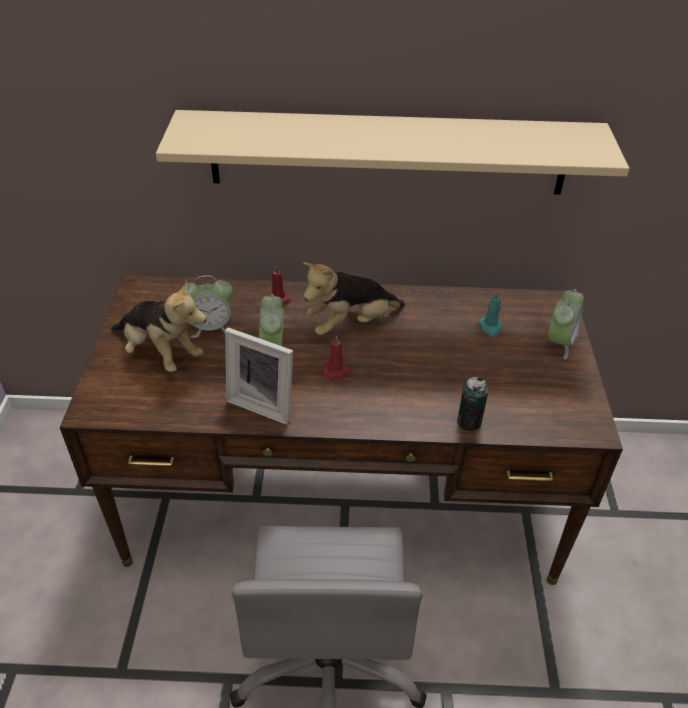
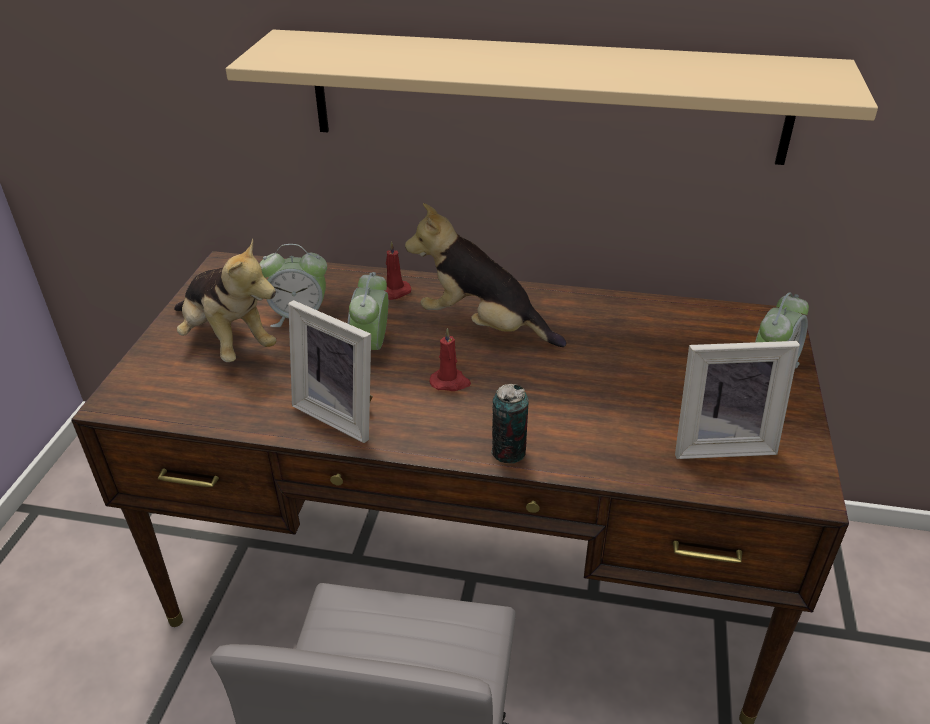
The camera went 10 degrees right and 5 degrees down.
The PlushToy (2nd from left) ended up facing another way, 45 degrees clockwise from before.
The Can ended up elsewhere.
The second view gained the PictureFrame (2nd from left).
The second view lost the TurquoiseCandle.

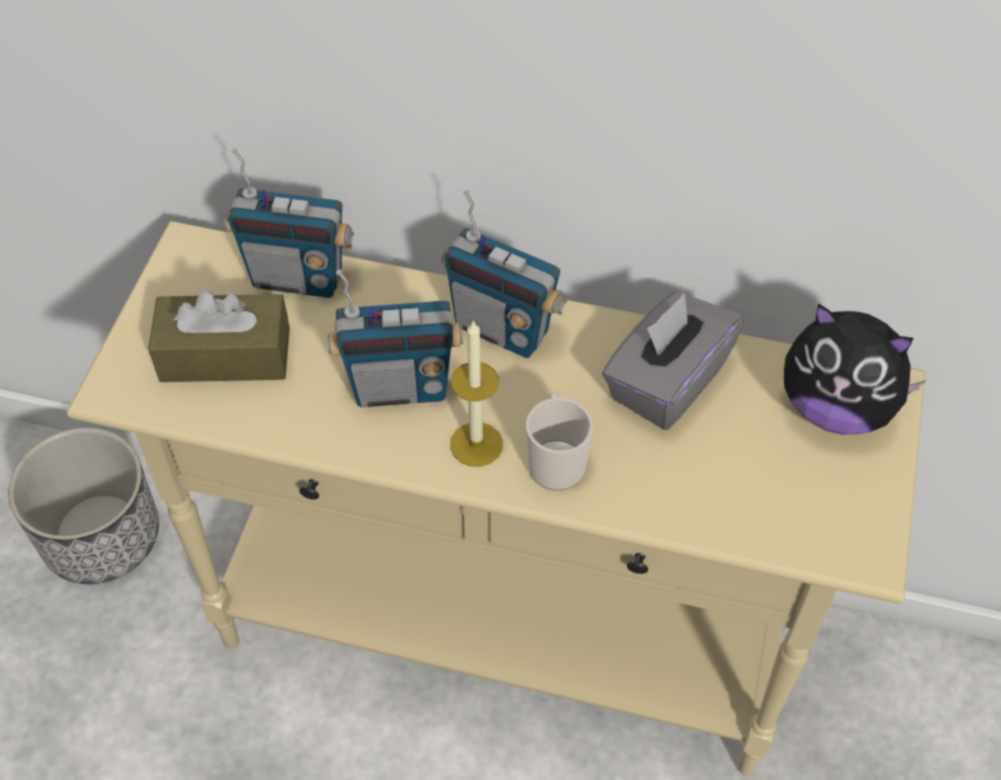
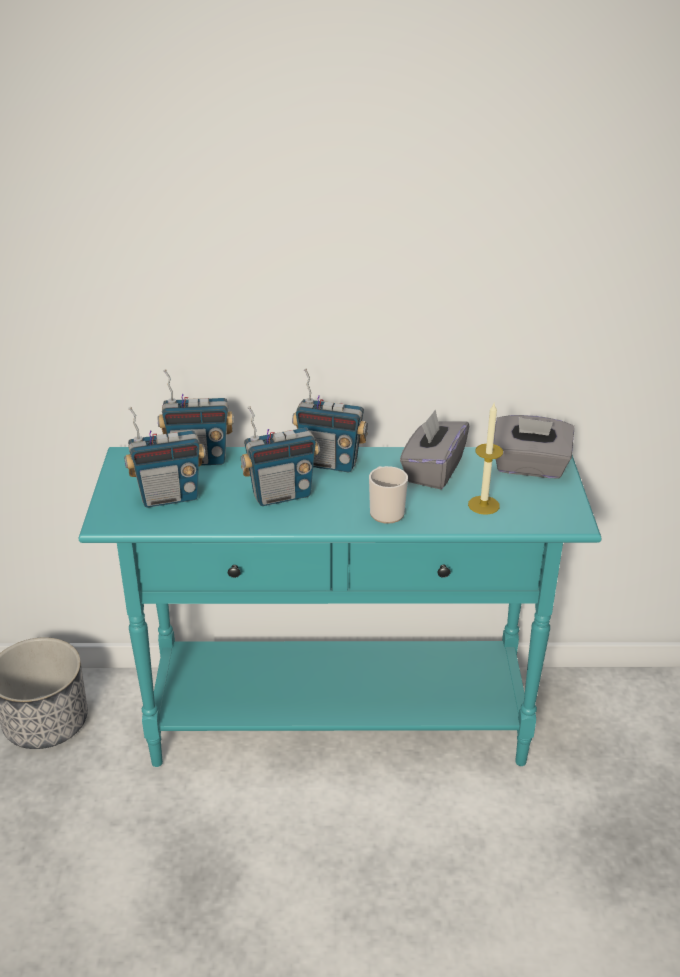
The camera went 15 degrees left and 20 degrees down.
What was the BeigeConsoleTable turned into the TurquoiseConsoleTable.
Where the BrownTissueBox stood, the Radio (1st from left) came to stand.
The Candle ended up elsewhere.
Where the PlushToy stood, the GreyTissueBox (2nd from left) came to stand.

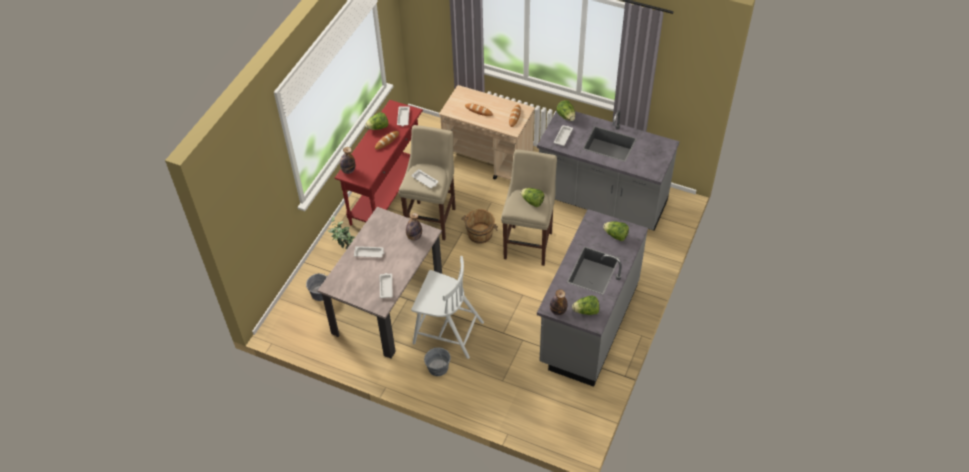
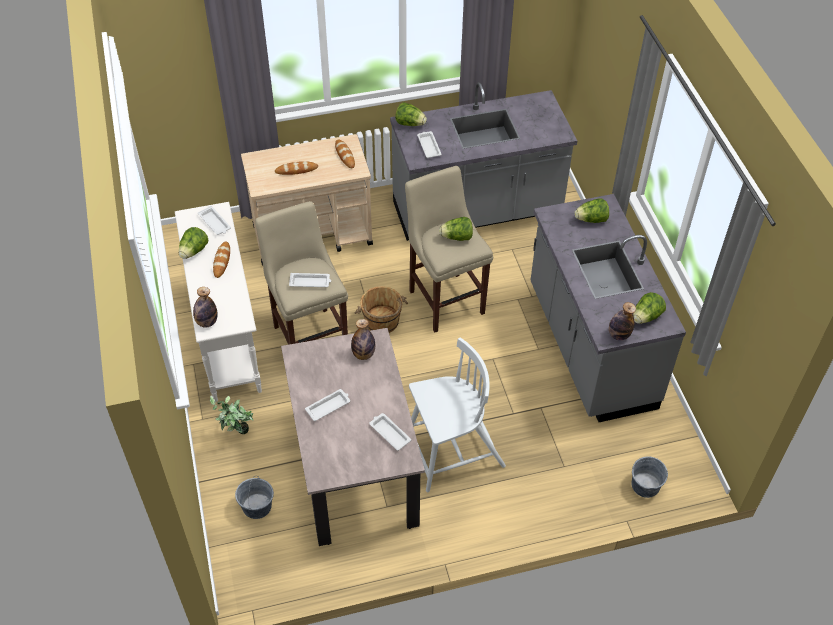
The camera went 40 degrees left and 0 degrees up.
What was the RedConsoleTable turned into the WhiteConsoleTable.
The GreyBucket (2nd from left) ended up elsewhere.

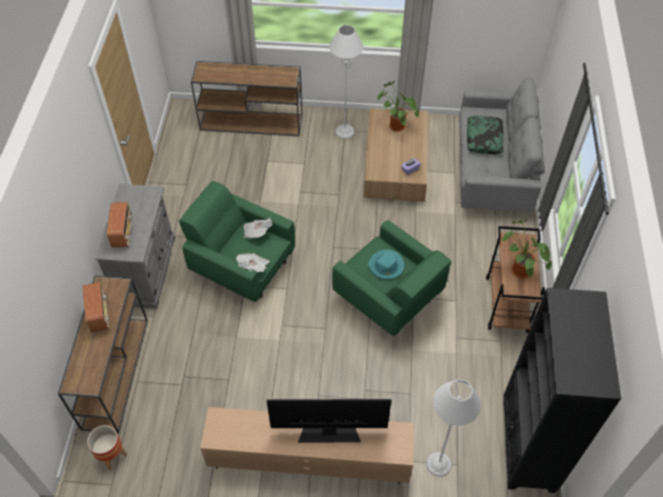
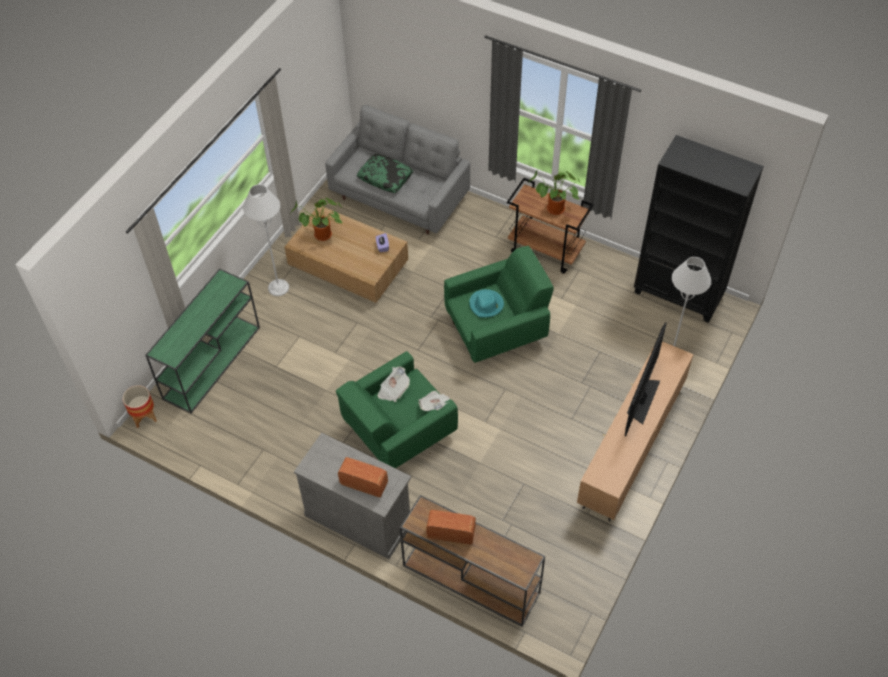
The camera went 65 degrees left and 0 degrees up.
The Planter ended up elsewhere.
What was the BrownConsoleTable (2nd from left) turned into the GreenConsoleTable.

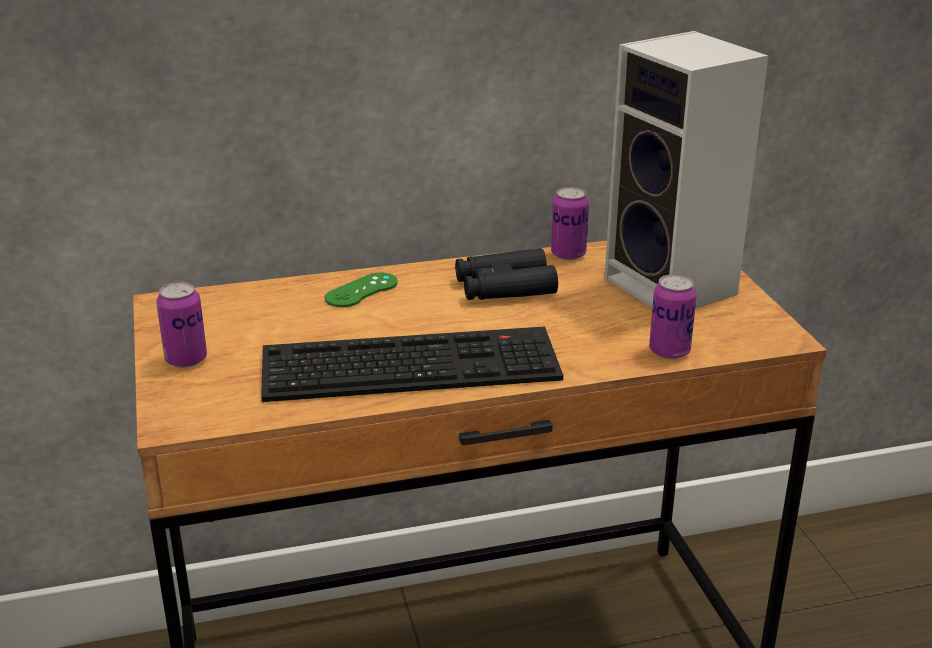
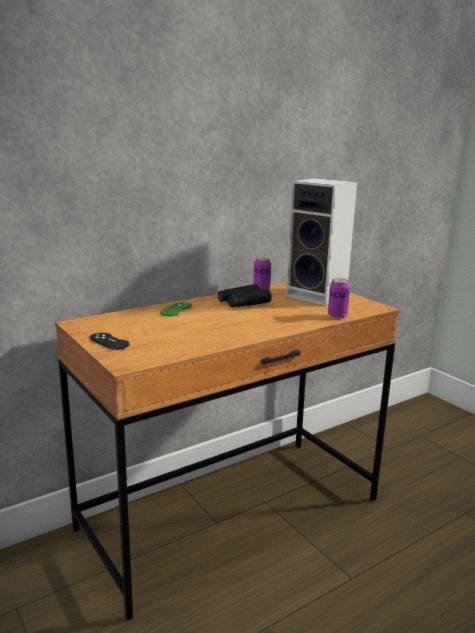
The camera went 20 degrees left and 10 degrees down.
Where the Can (1st from left) stood, the BlackGameController came to stand.
The second view lost the Keyboard.

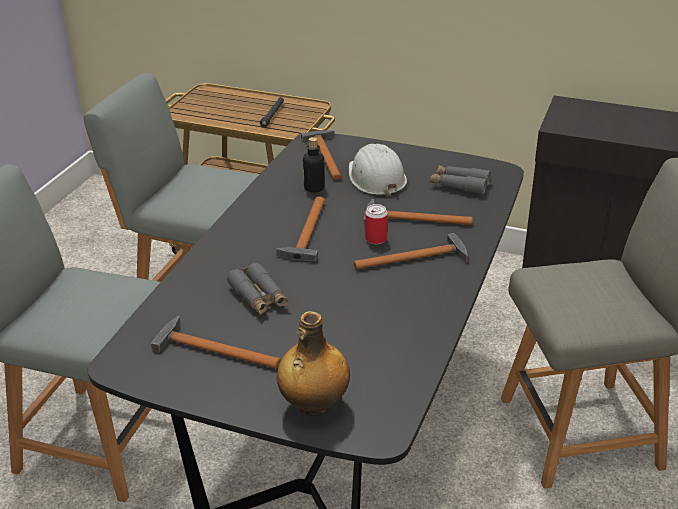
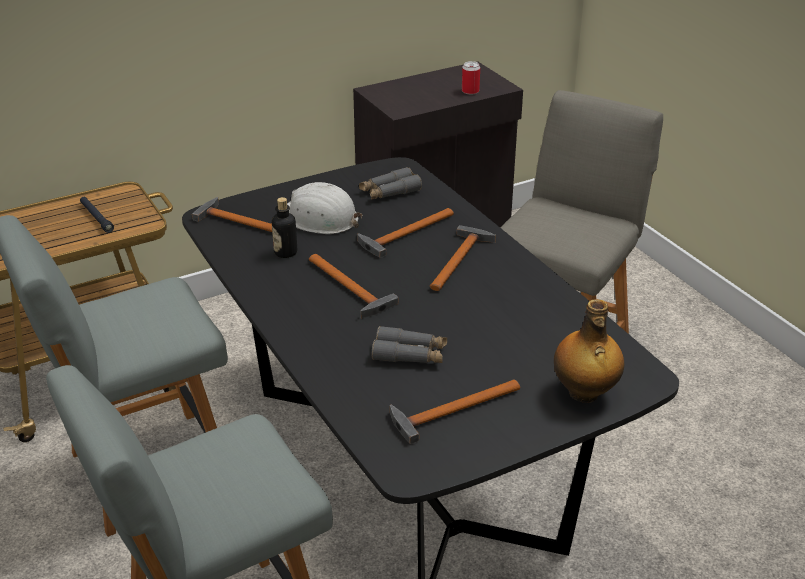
The camera went 50 degrees left and 0 degrees up.
The Can ended up elsewhere.

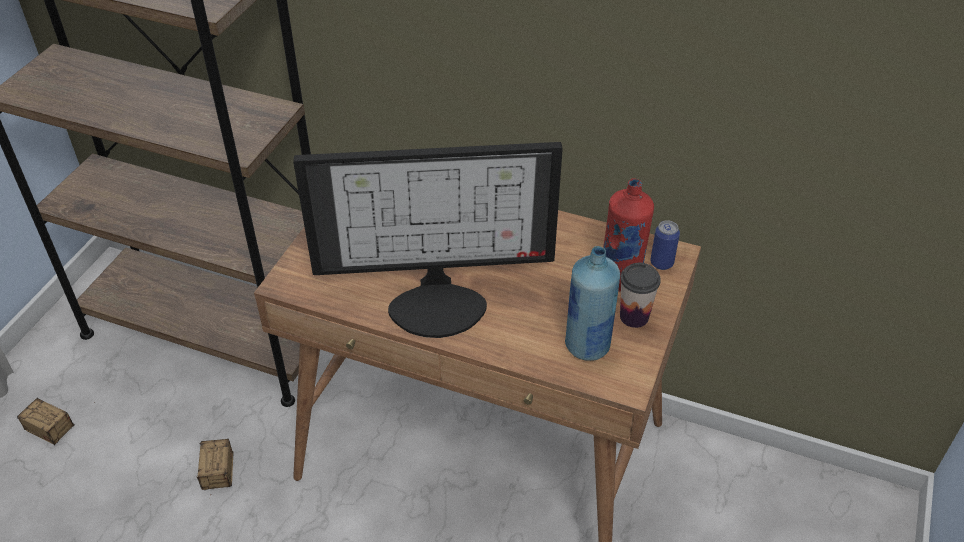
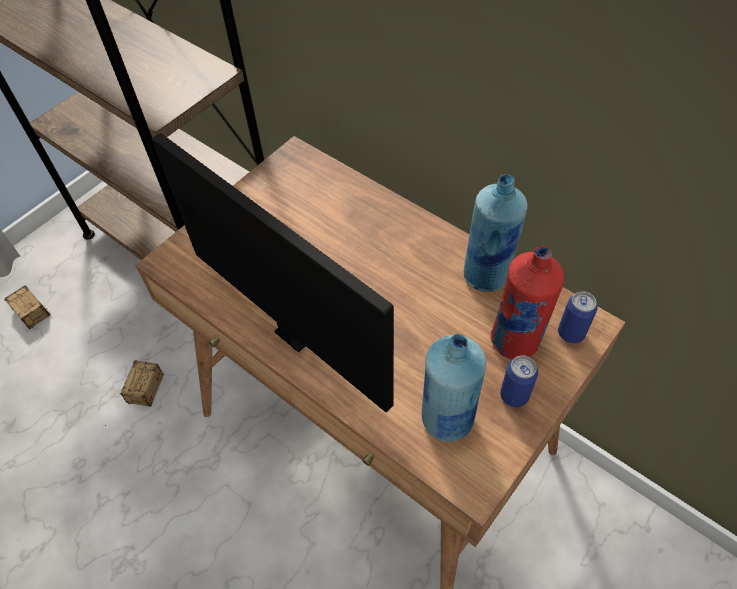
The camera went 20 degrees right and 10 degrees up.
The Monitor ended up facing another way, 150 degrees counterclockwise from before.
The second view gained the BlueBottle (2nd from left).
Where the Cup stood, the Can (1st from left) came to stand.

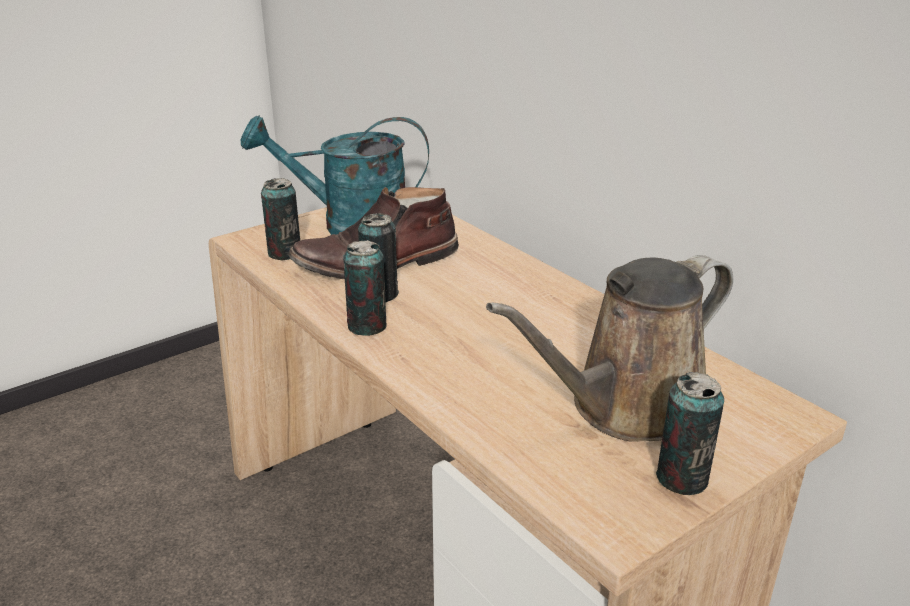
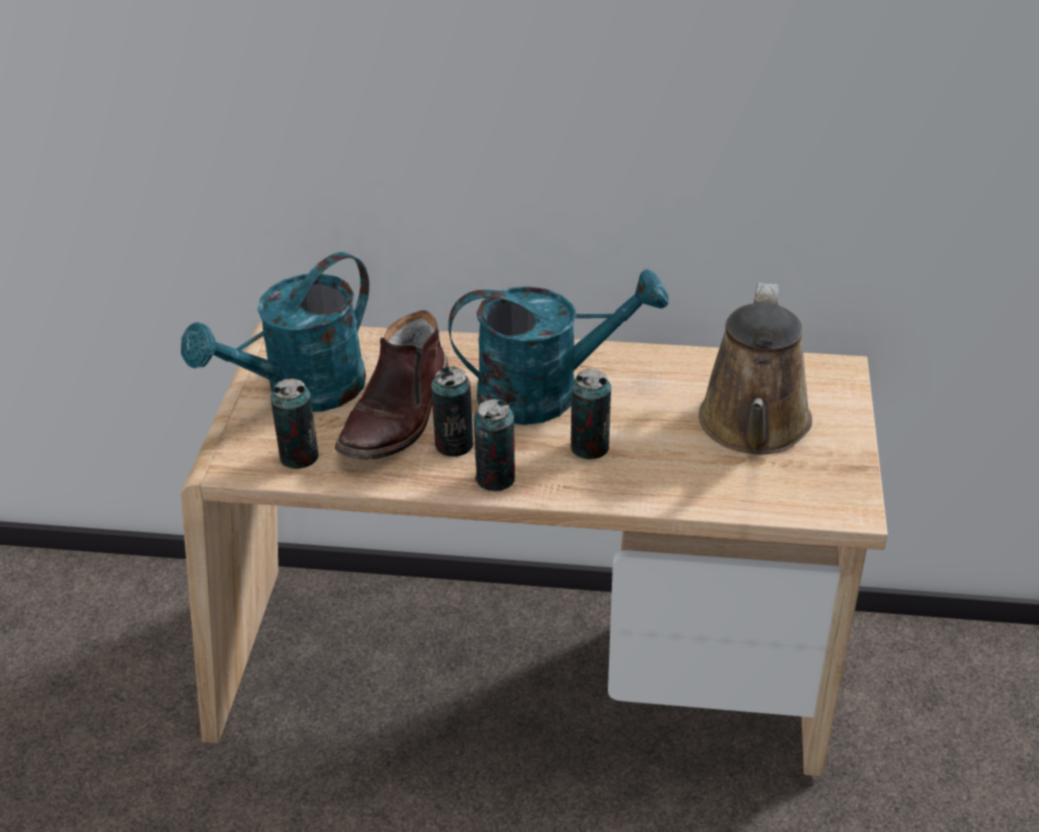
The camera went 45 degrees left and 10 degrees up.
The second view gained the TurquoiseWateringCan (2nd from left).
The Can (4th from left) ended up elsewhere.

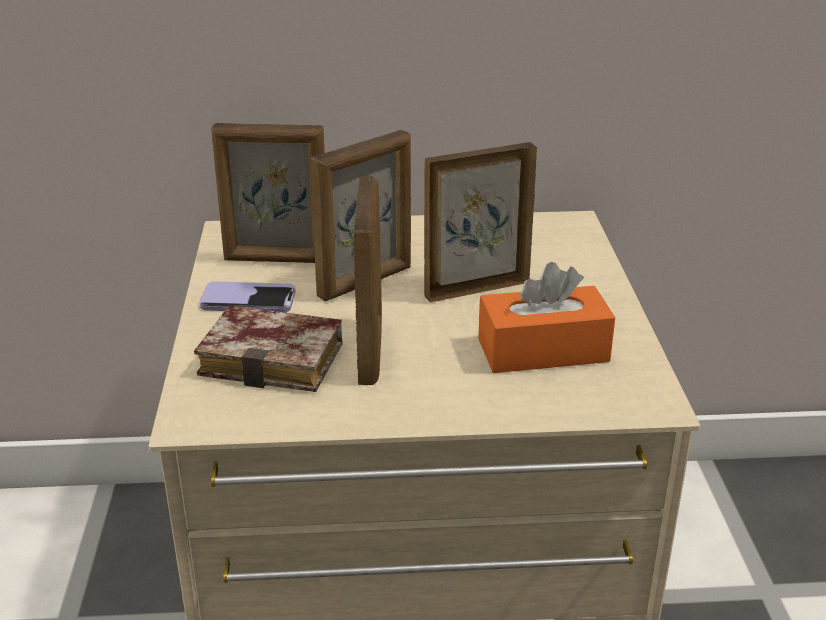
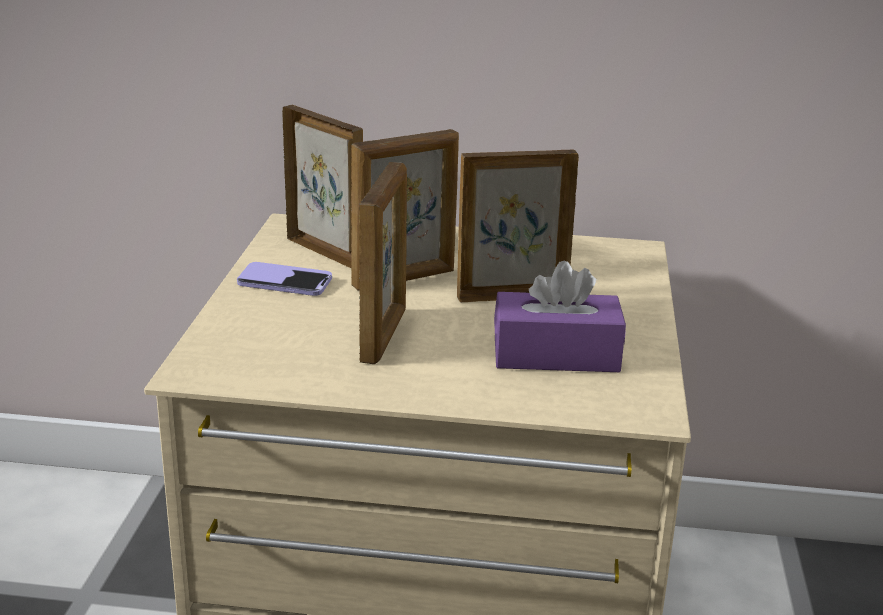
The camera went 10 degrees right and 5 degrees down.
The PictureFrame (1st from left) ended up facing another way, 150 degrees counterclockwise from before.
What was the OrangeTissueBox turned into the PurpleTissueBox.
The second view lost the Book.

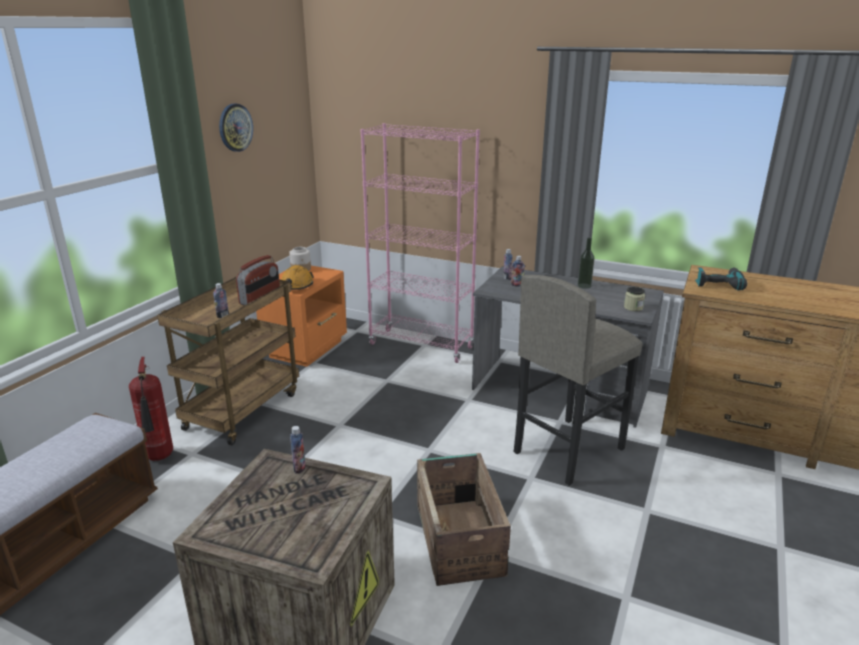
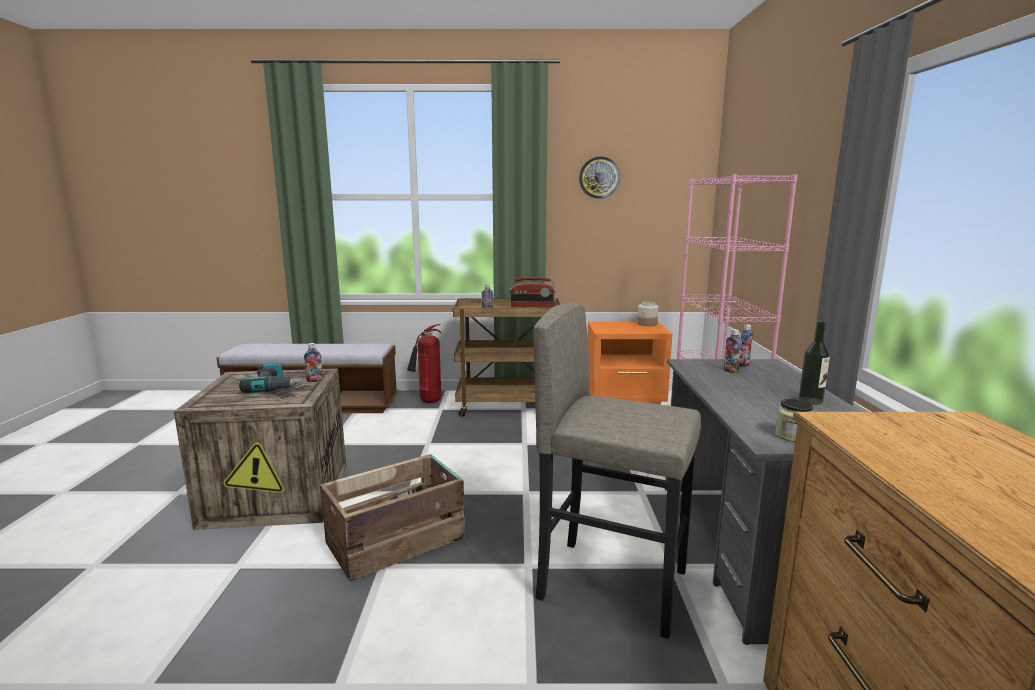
The camera went 65 degrees right and 10 degrees down.
The PowerDrill ended up elsewhere.
The second view lost the OrangeHardHat.

